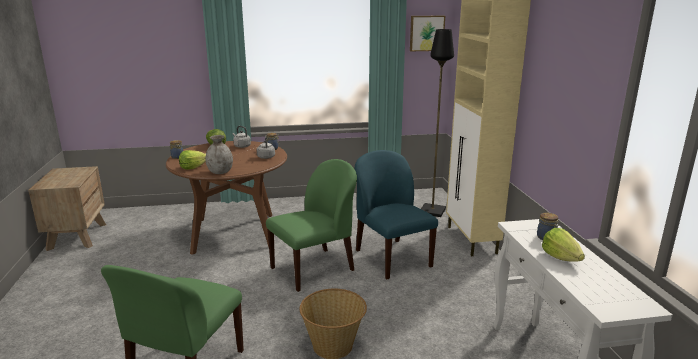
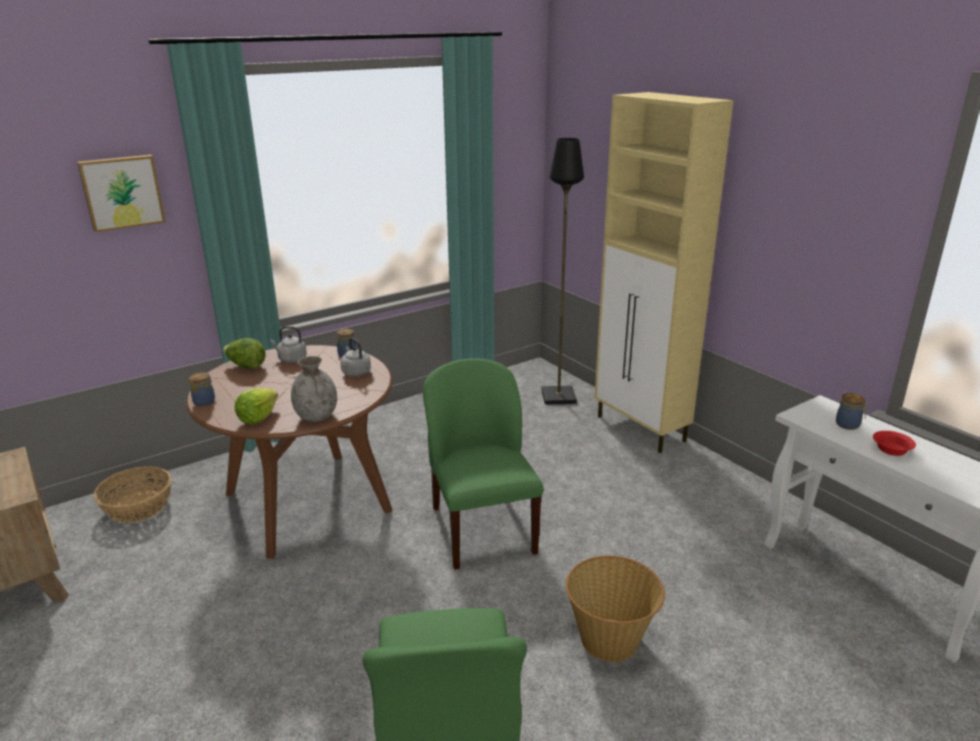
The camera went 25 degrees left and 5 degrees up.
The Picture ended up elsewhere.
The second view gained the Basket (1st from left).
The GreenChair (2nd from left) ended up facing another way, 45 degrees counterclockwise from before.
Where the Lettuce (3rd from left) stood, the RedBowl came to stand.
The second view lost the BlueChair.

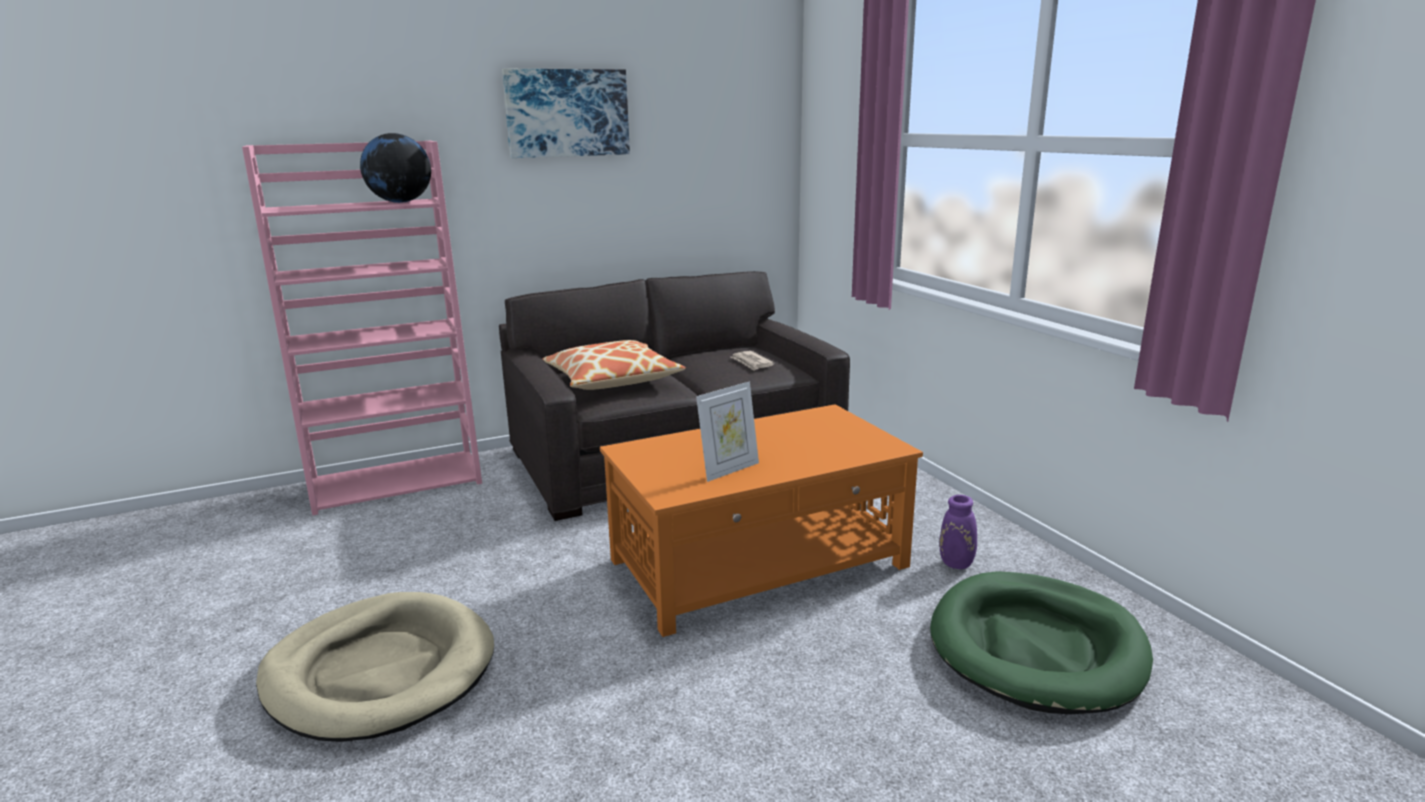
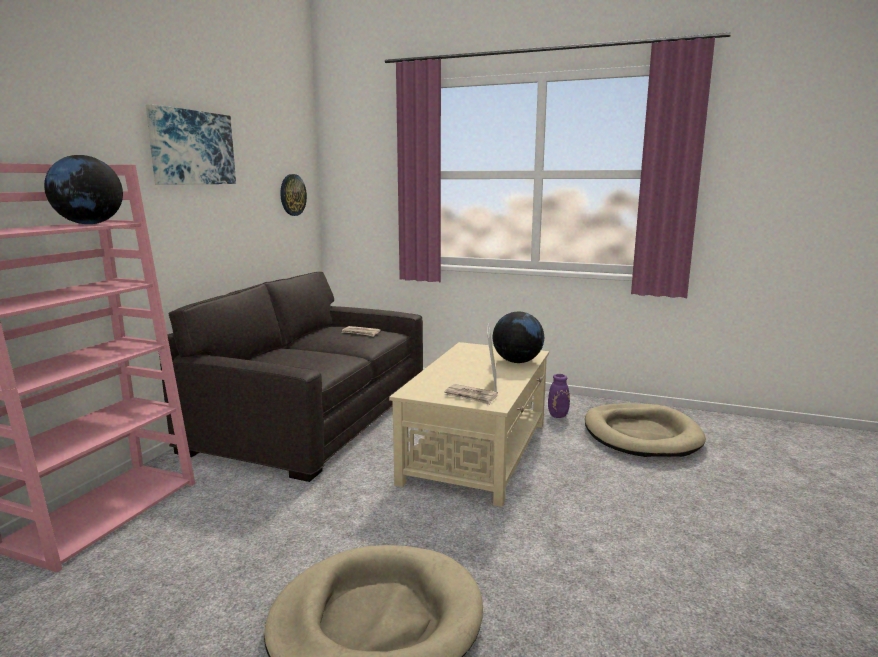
The camera went 45 degrees left and 5 degrees down.
The second view gained the WallClock.
What was the OrangeCoffeeTable turned into the BeigeCoffeeTable.
The second view gained the Newspaper (2nd from left).
The second view gained the Globe (2nd from left).
What was the GreenDogBed turned into the BeigeDogBed (2nd from left).
The second view lost the Pillow.

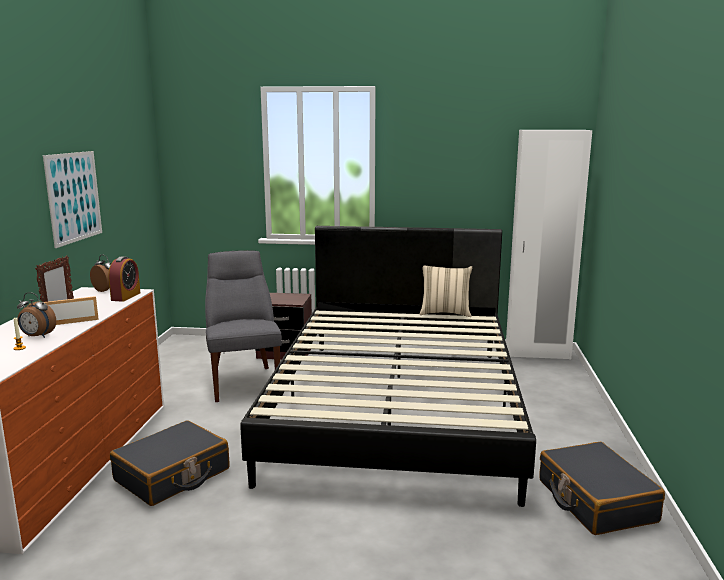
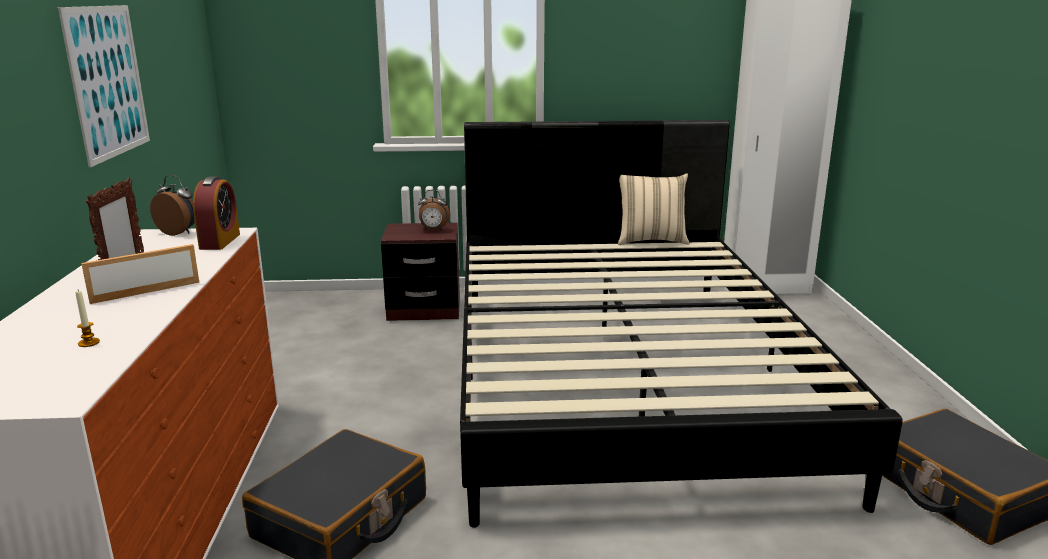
The camera went 10 degrees left and 5 degrees up.
The AlarmClock (1st from left in the first image) ended up elsewhere.
The second view lost the GreyChair.

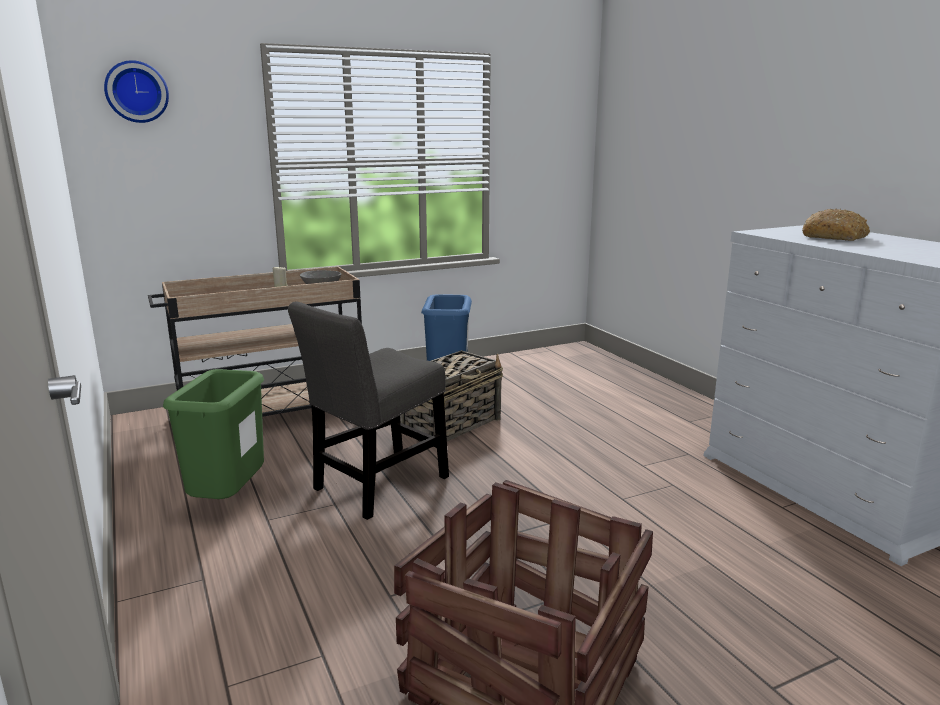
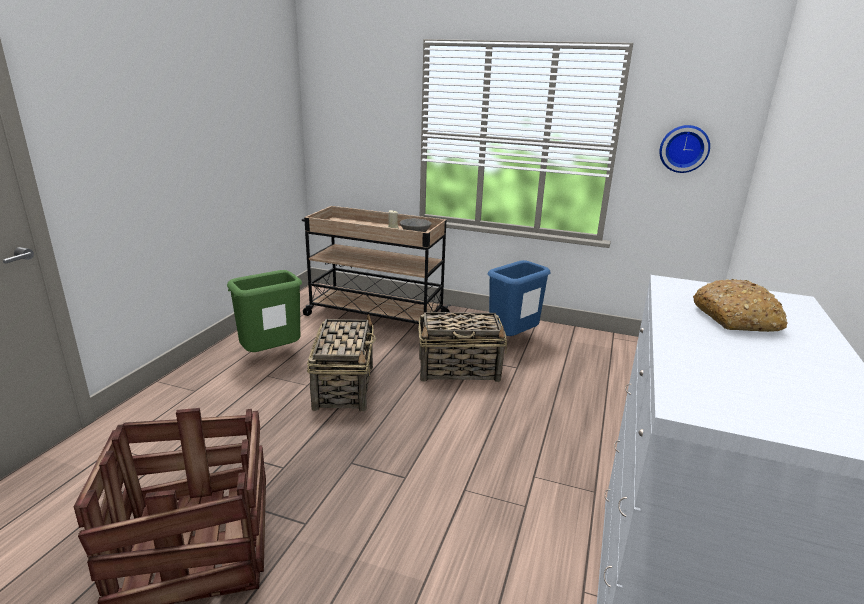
The camera went 45 degrees right and 5 degrees up.
Where the GreyChair stood, the Basket (1st from left) came to stand.
The WallClock ended up elsewhere.

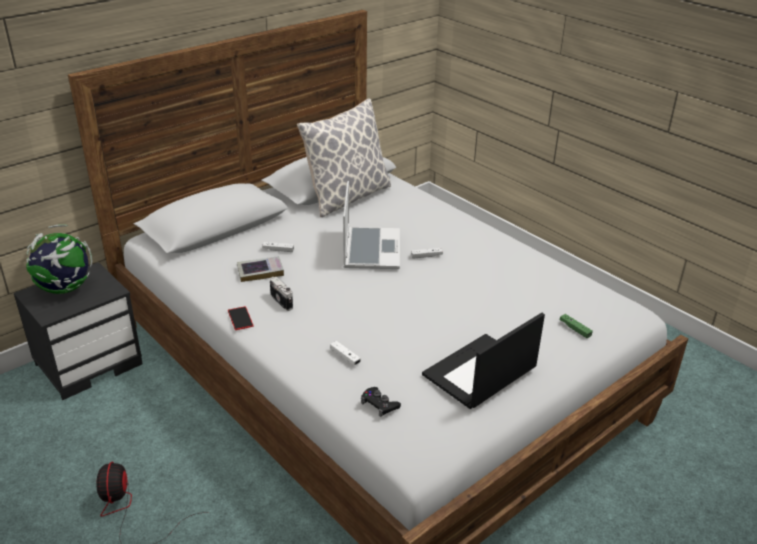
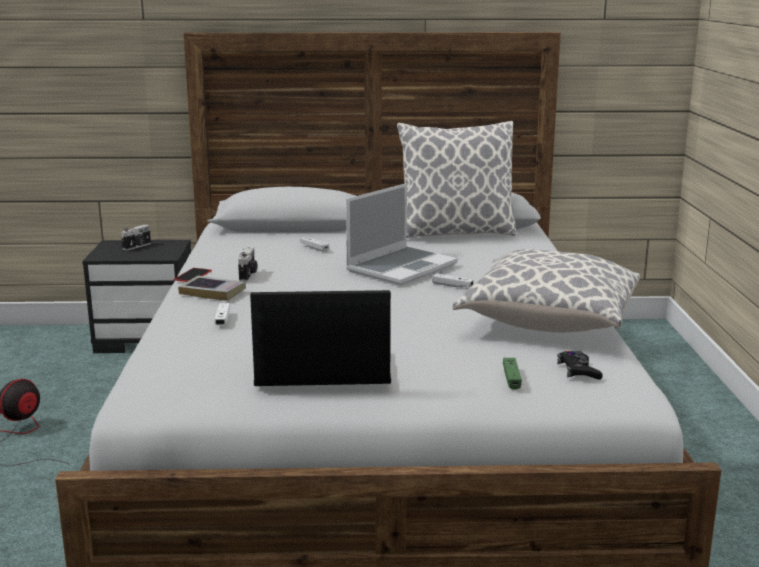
The camera went 40 degrees right and 15 degrees down.
Where the Globe stood, the PhotoCamera (1st from left) came to stand.
The Book ended up elsewhere.
The second view gained the Pillow (2nd from left).
The BlackGameController ended up elsewhere.

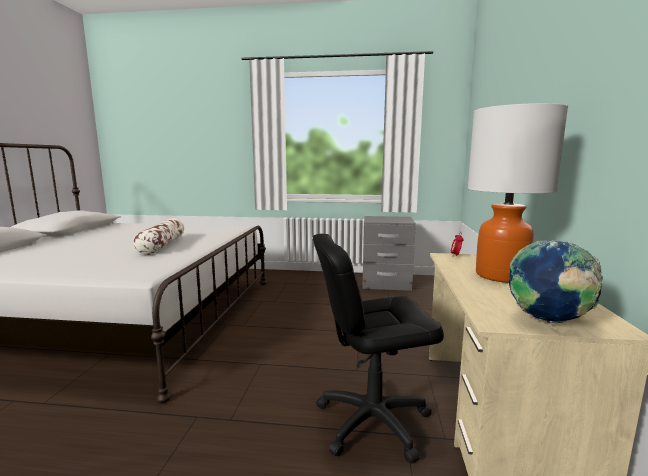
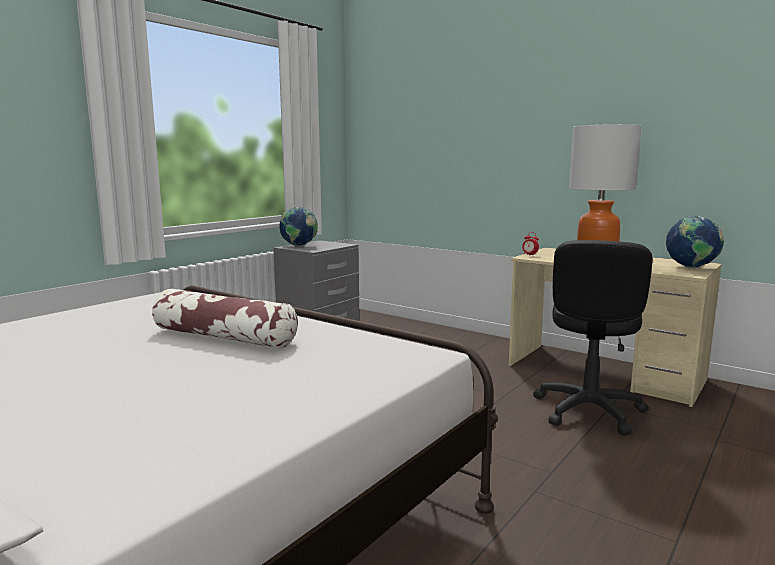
The camera went 60 degrees left and 0 degrees up.
The second view gained the Globe (1st from left).

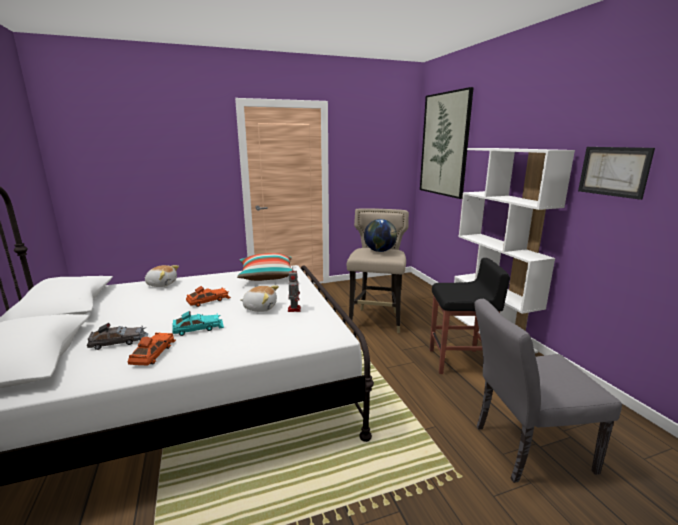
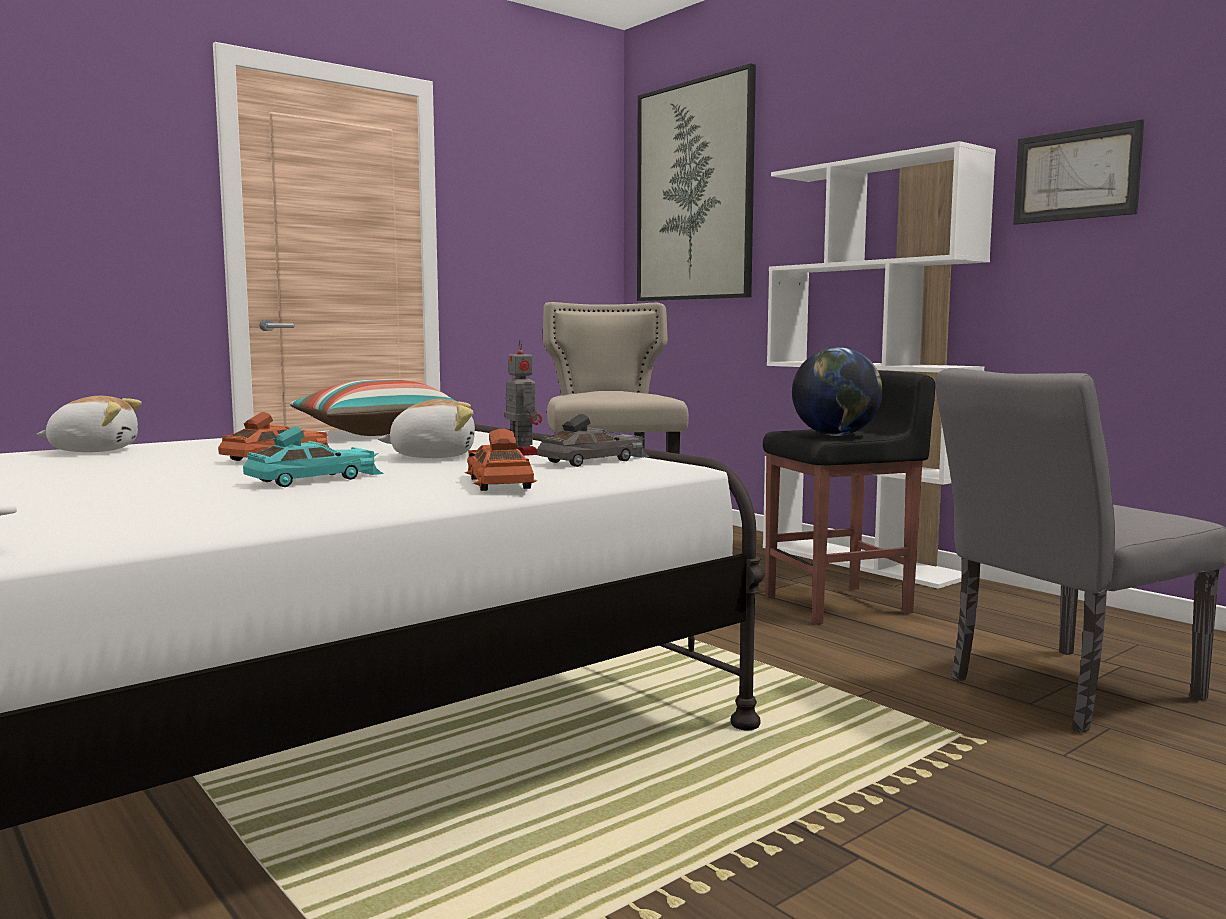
The camera went 20 degrees left and 10 degrees down.
The OrangeToyCar (1st from left in the first image) ended up elsewhere.
The GreyToyCar ended up elsewhere.
The Globe ended up elsewhere.

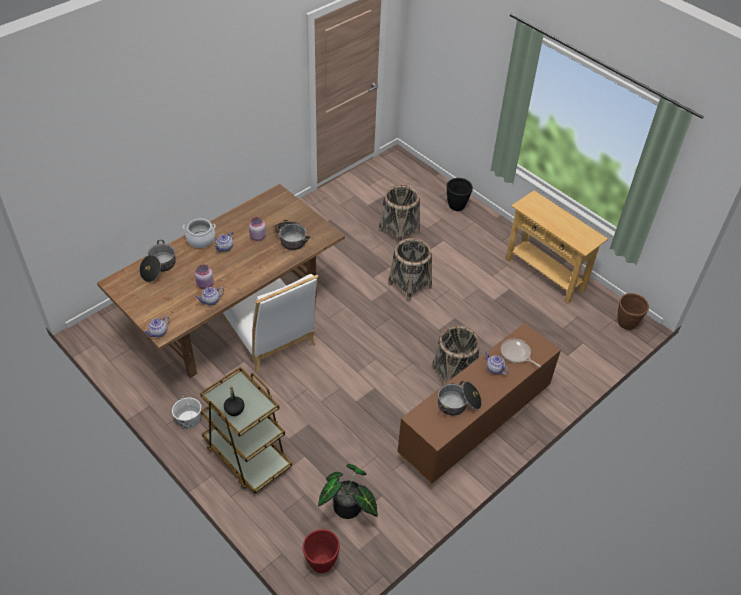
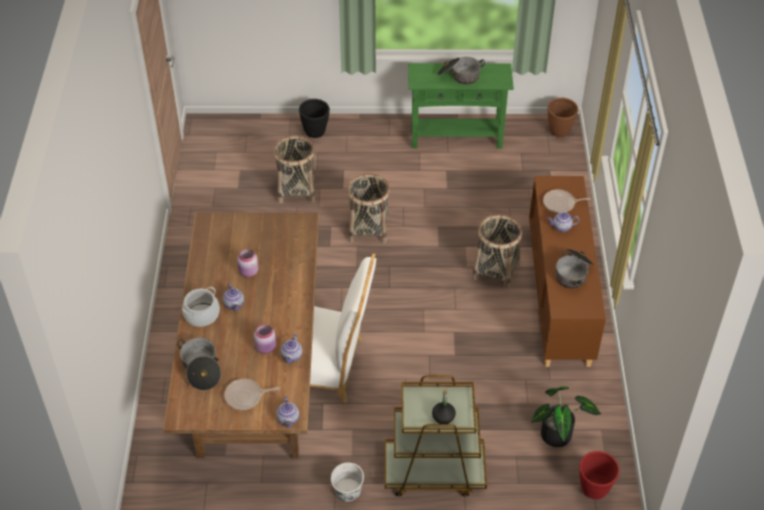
The camera went 45 degrees left and 0 degrees up.
The second view gained the FryingPan (1st from left).
What was the BeigeConsoleTable turned into the GreenConsoleTable.
The CookingPot (3rd from left) ended up elsewhere.

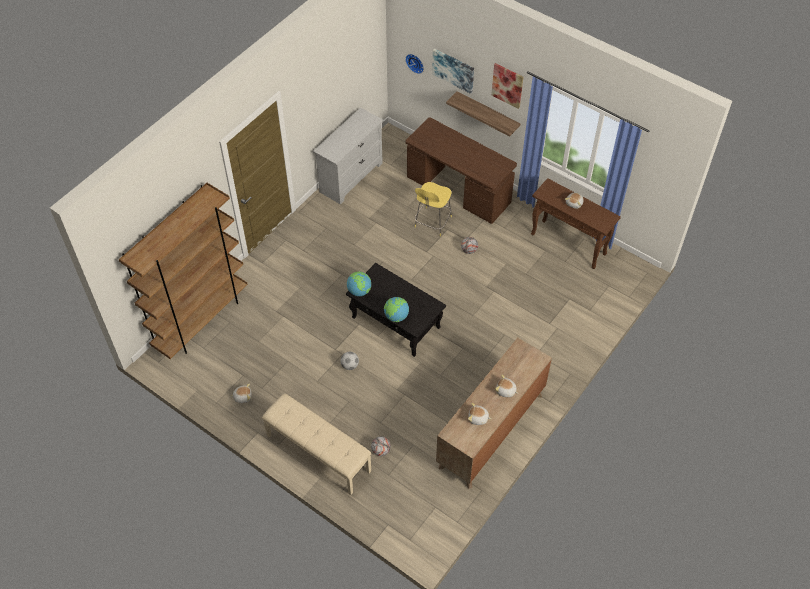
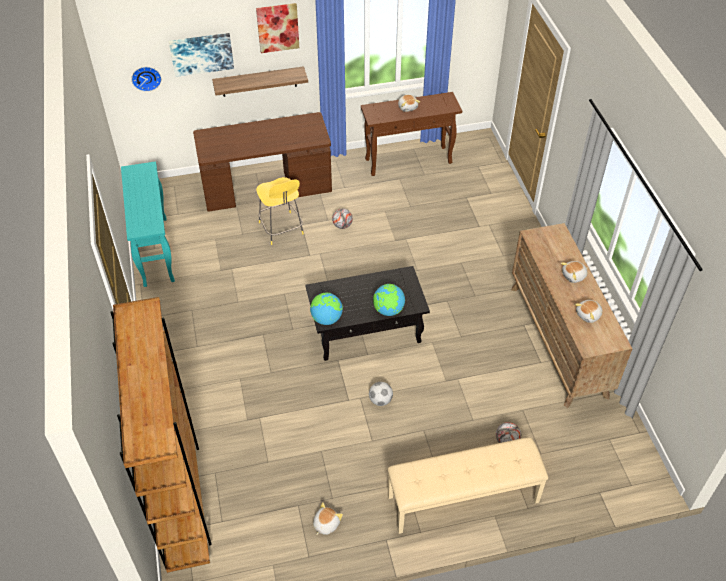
The camera went 50 degrees left and 5 degrees down.
Where the WhiteDresser stood, the TurquoiseConsoleTable came to stand.

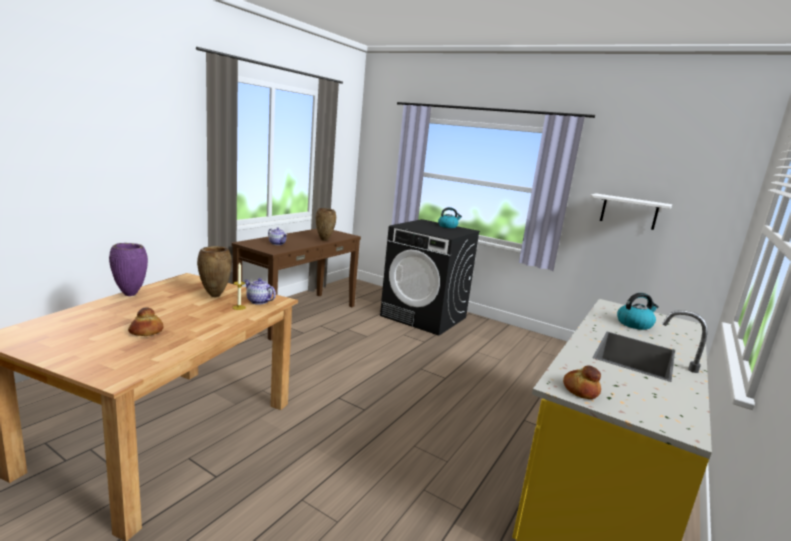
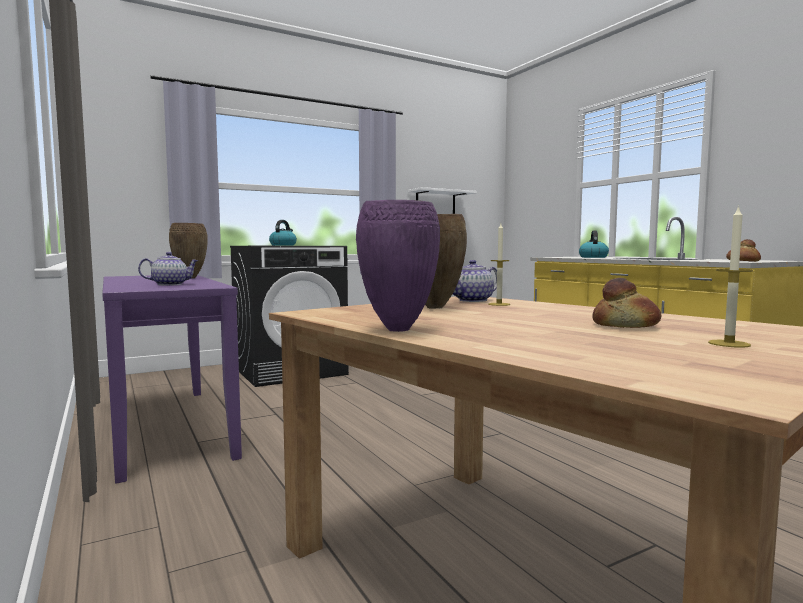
The camera went 60 degrees left and 10 degrees down.
What was the BrownConsoleTable turned into the PurpleConsoleTable.
The second view gained the Candle (2nd from left).

